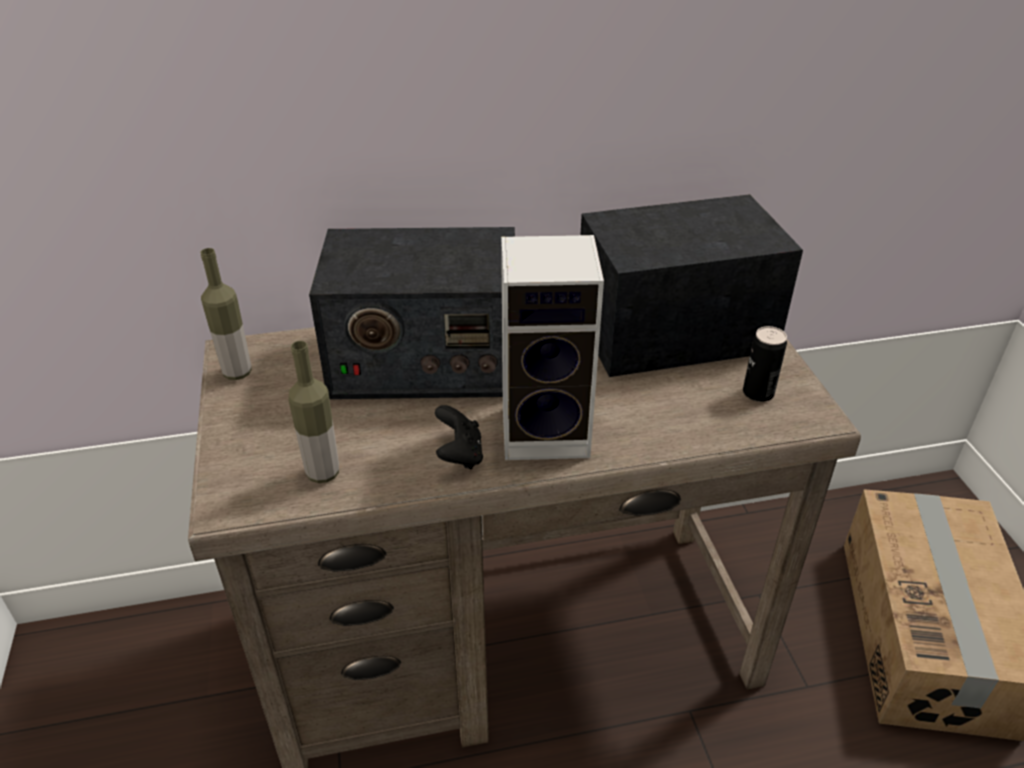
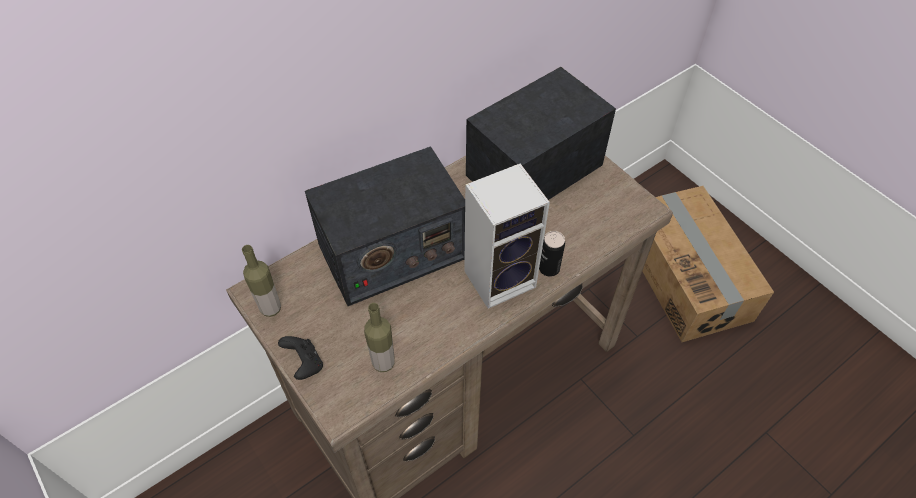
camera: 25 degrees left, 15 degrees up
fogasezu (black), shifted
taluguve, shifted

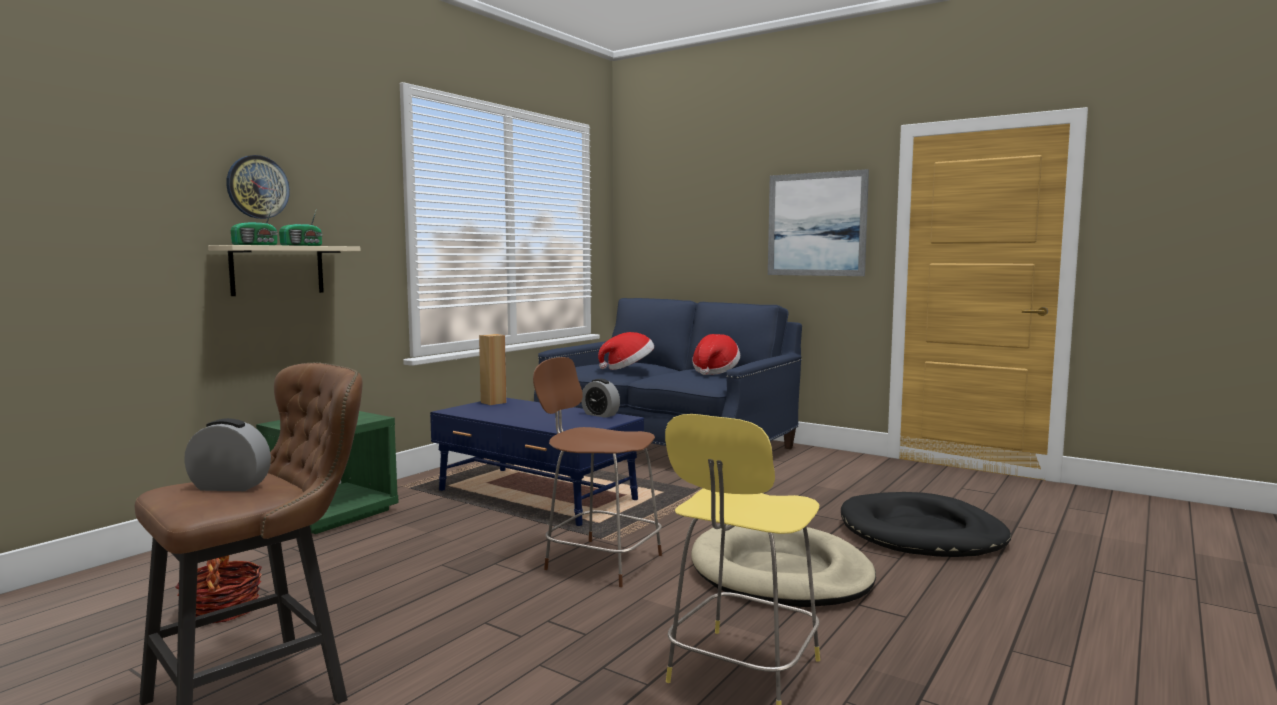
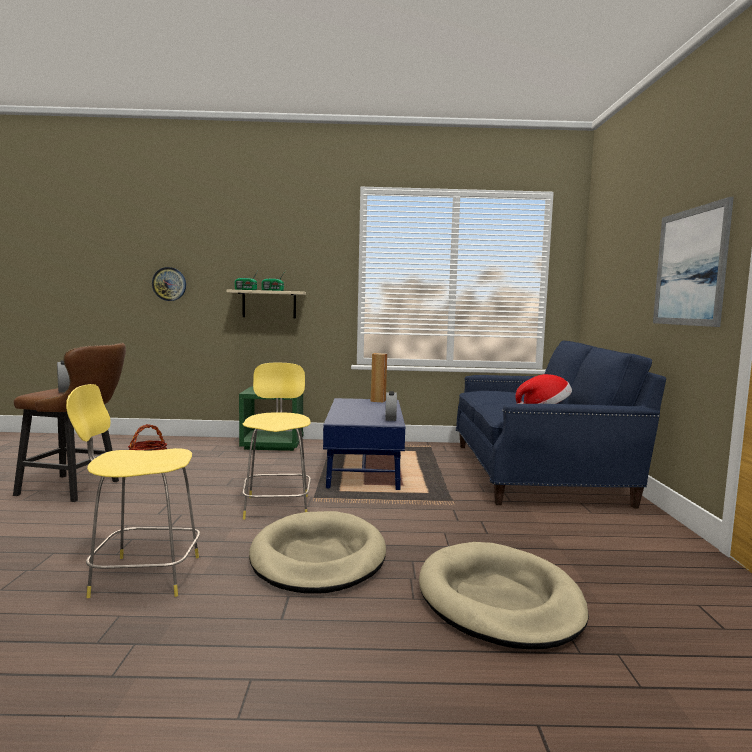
camera: 55 degrees right, 0 degrees up
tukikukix, shifted
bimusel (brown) (no. 2 from left) => bimusel (yellow) (no. 2 from left)
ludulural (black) => ludulural (beige) (no. 2 from left)
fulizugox (no. 1 from left) => nothing

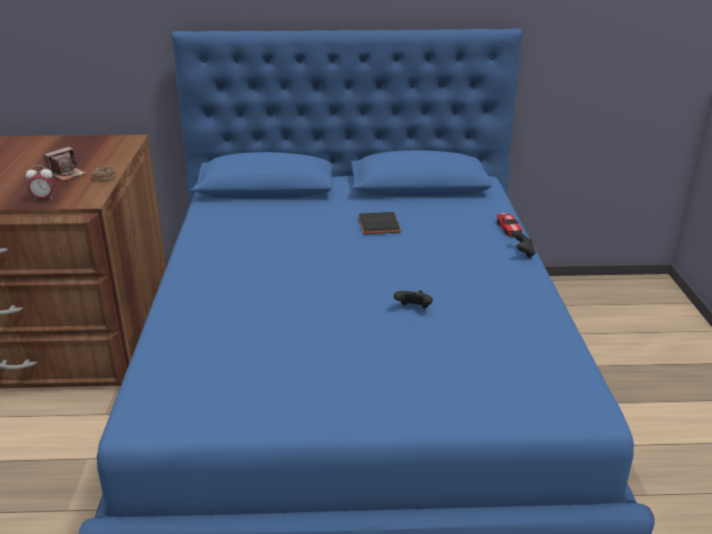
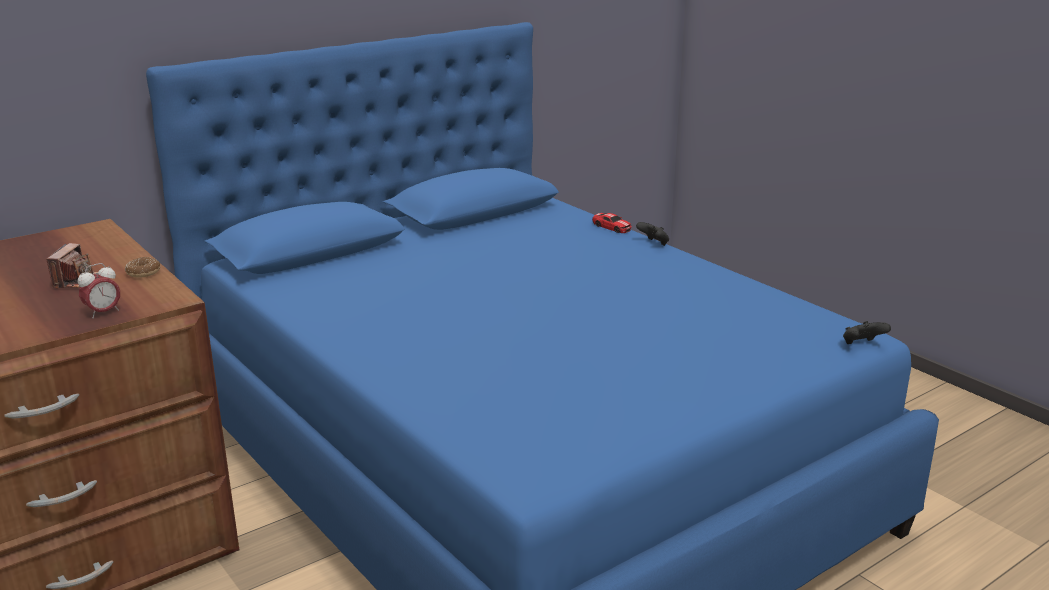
camera: 35 degrees left, 5 degrees down
fogasezu (black) (no. 1 from left in the first image) => fogasezu (black) (no. 2 from left), shifted
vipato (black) => nothing

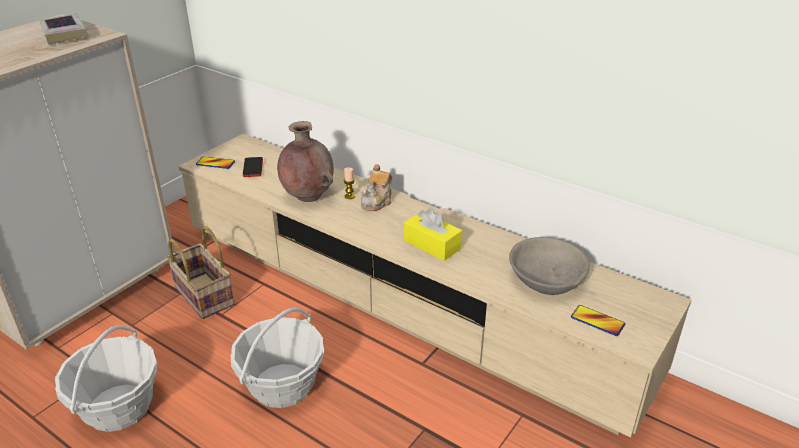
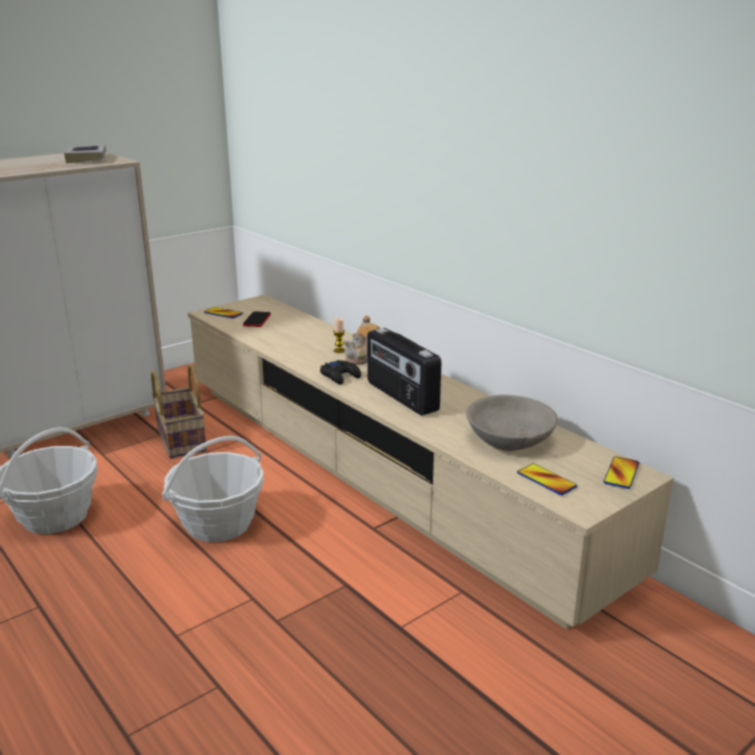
camera: 15 degrees right, 10 degrees down
nothing => fogasezu (black)
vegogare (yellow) => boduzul
nothing => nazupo (no. 4 from left)
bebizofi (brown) => nothing

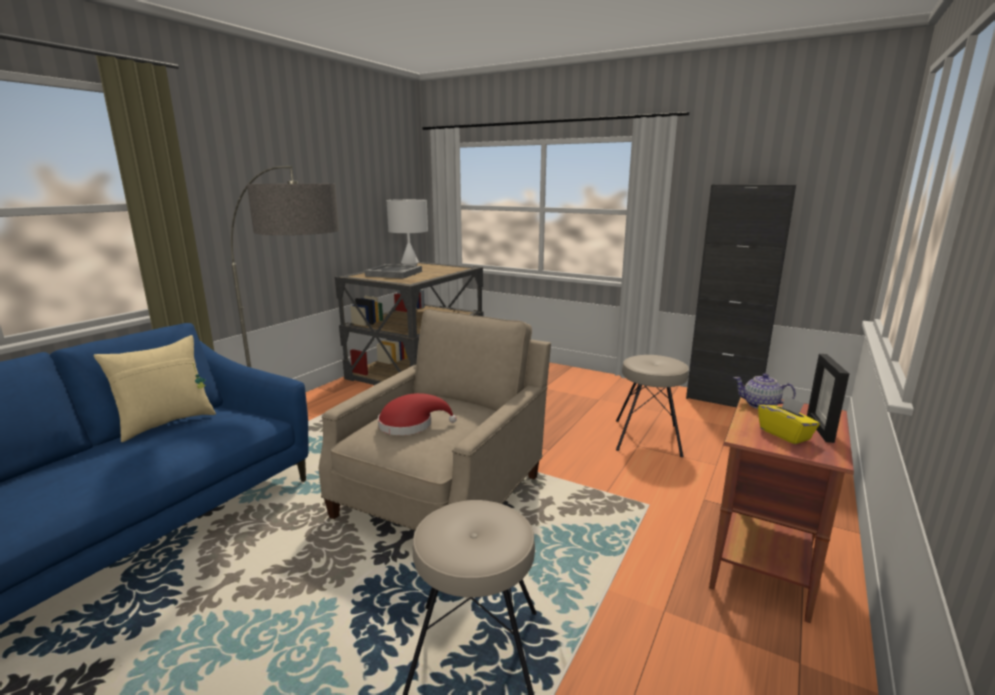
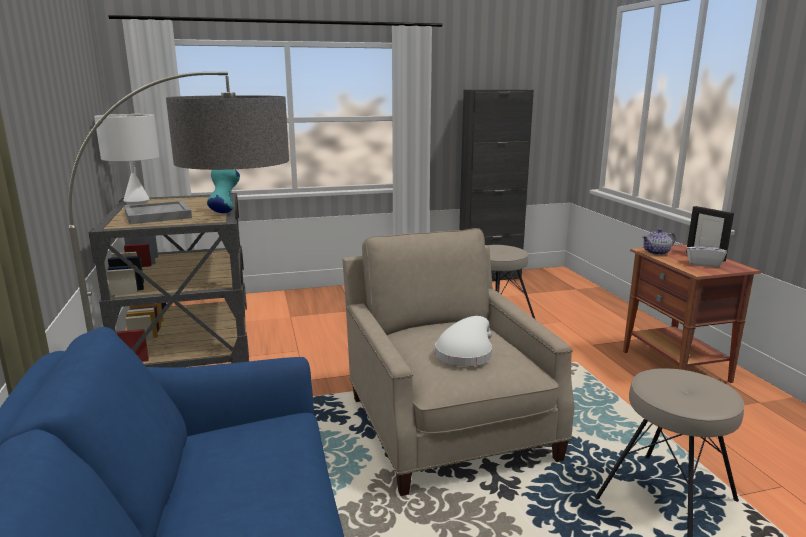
camera: 45 degrees left, 0 degrees up
nothing => bebizofi (turquoise)
fulizugox (red) => fulizugox (white)
vegogare (yellow) => vegogare (white)
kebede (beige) => nothing

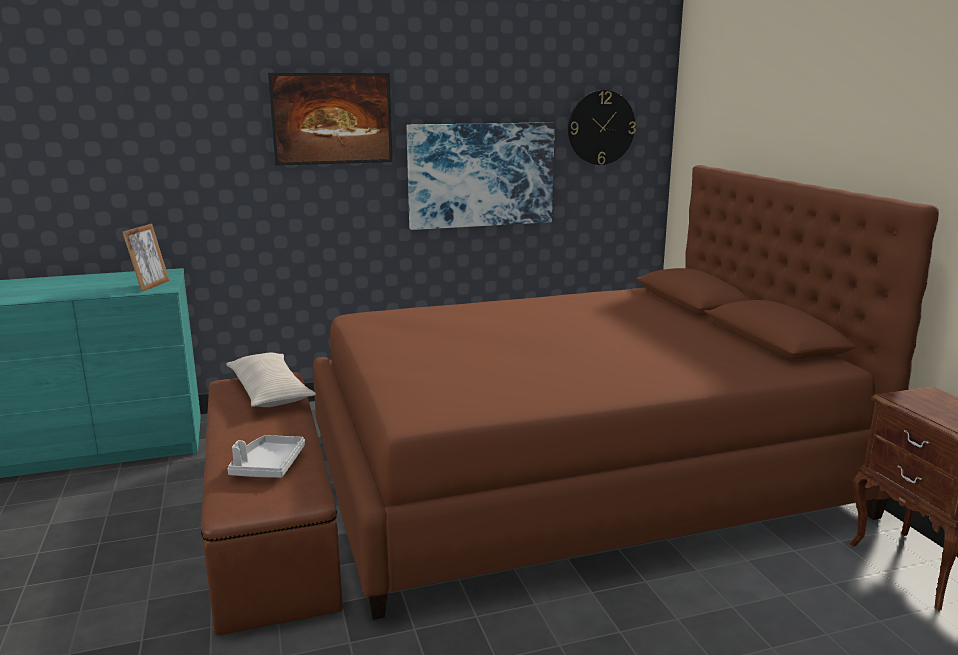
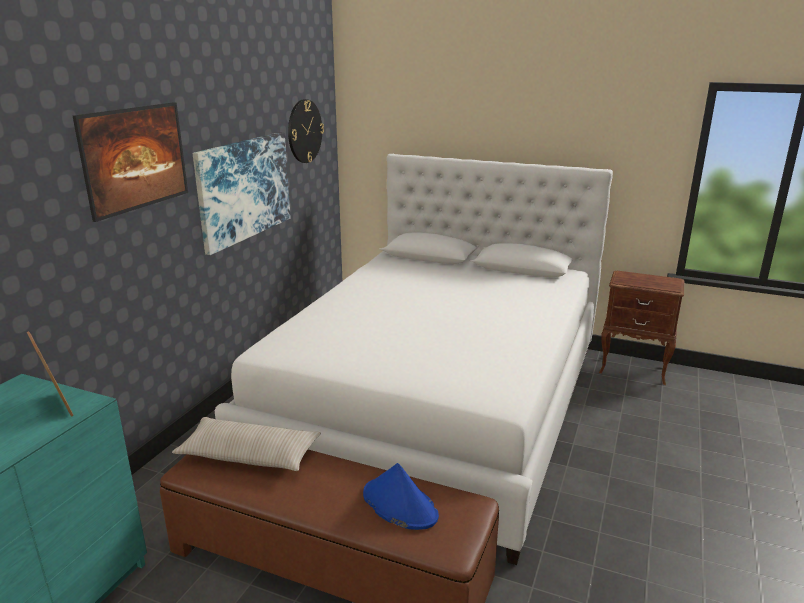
camera: 50 degrees left, 5 degrees up
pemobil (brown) => pemobil (white)
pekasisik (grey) => fulizugox (blue)

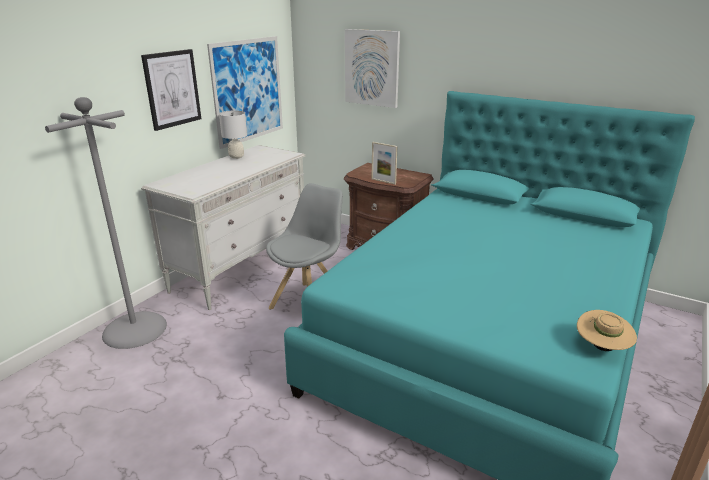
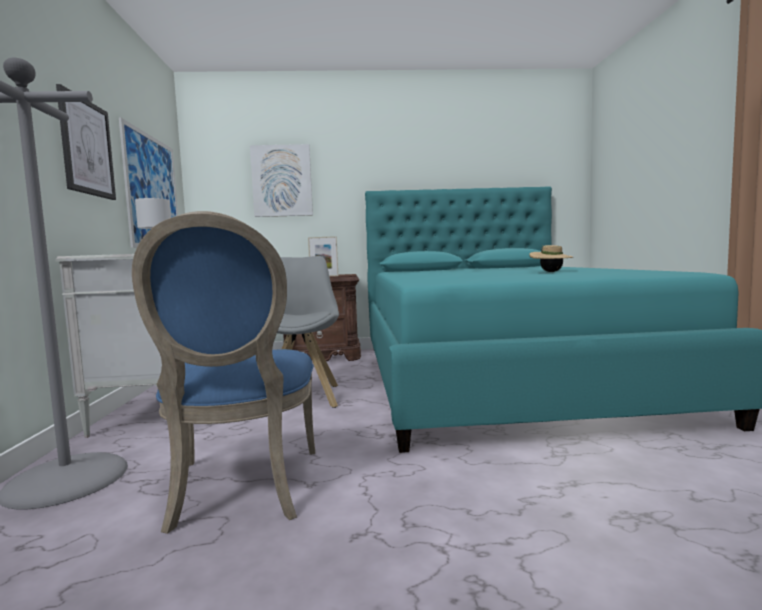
camera: 35 degrees left, 20 degrees down
nothing => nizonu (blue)
fulizugox (beige), shifted

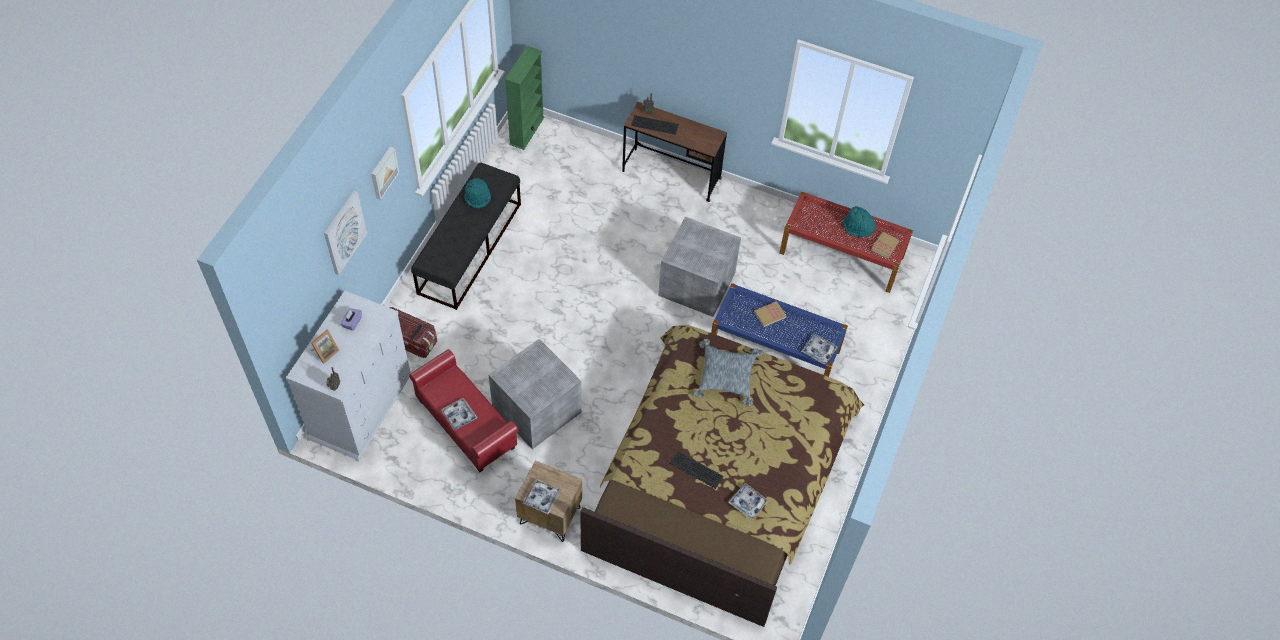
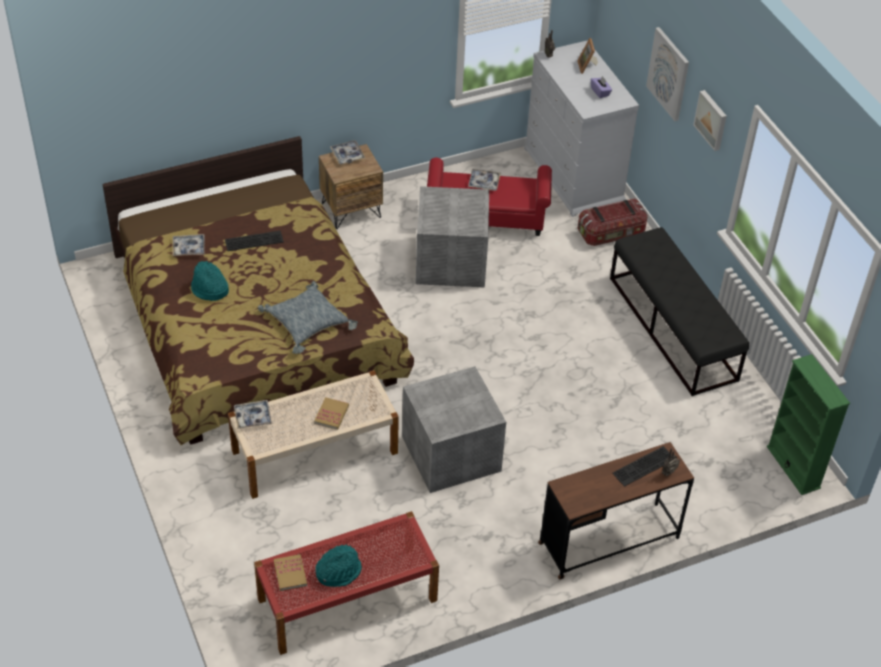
camera: 135 degrees right, 10 degrees down
fulizugox (turquoise) (no. 1 from left), shifted
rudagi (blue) => rudagi (beige)

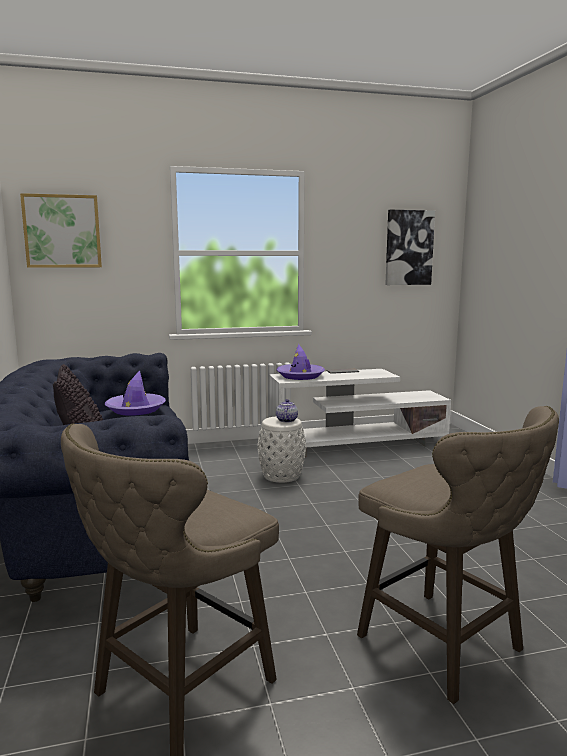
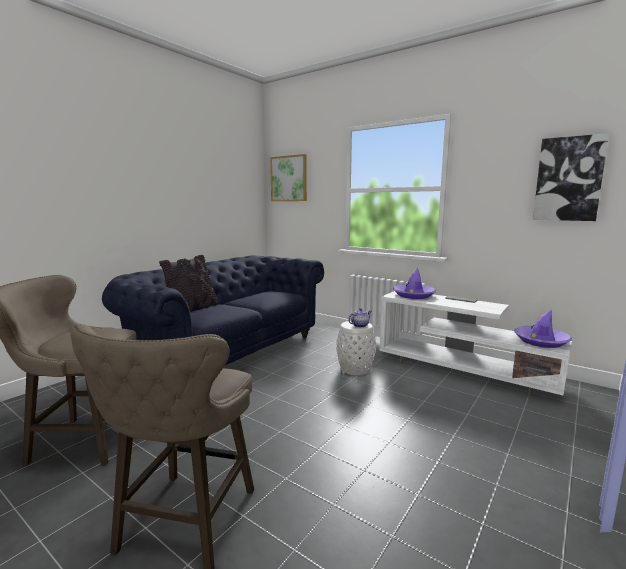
camera: 50 degrees right, 0 degrees up
fulizugox (purple) (no. 1 from left in the first image) => fulizugox (purple) (no. 2 from left), shifted

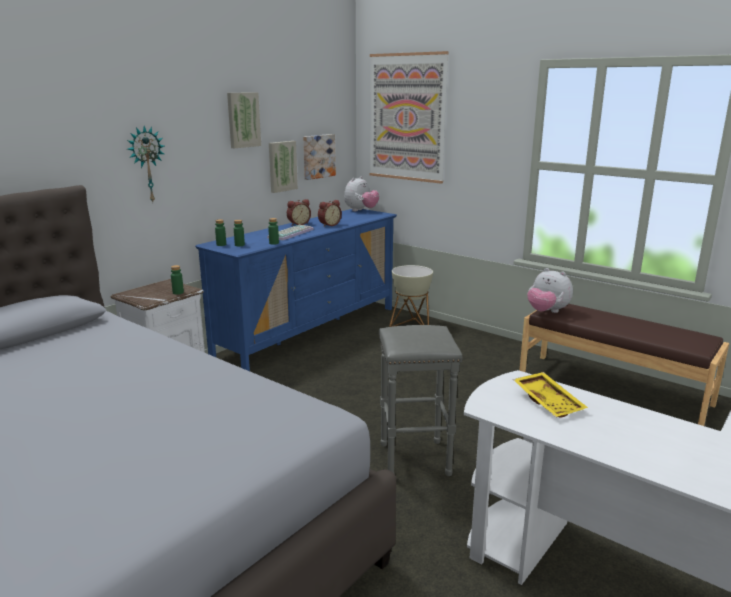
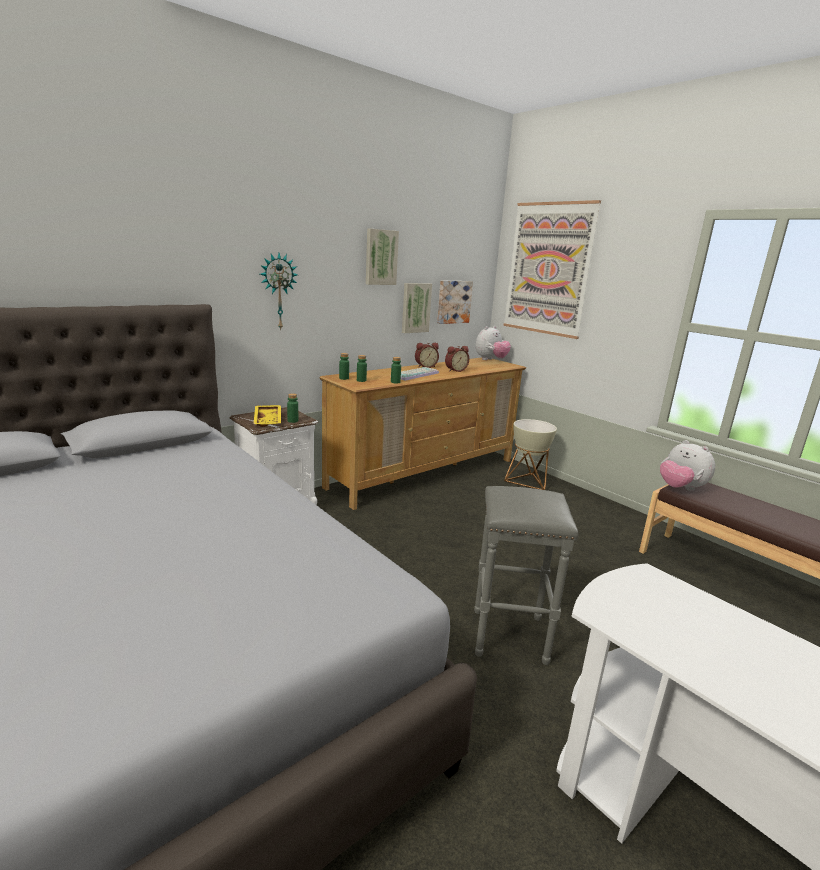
camera: 10 degrees right, 0 degrees up
pekasisik (yellow), shifted
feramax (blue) => feramax (brown)

